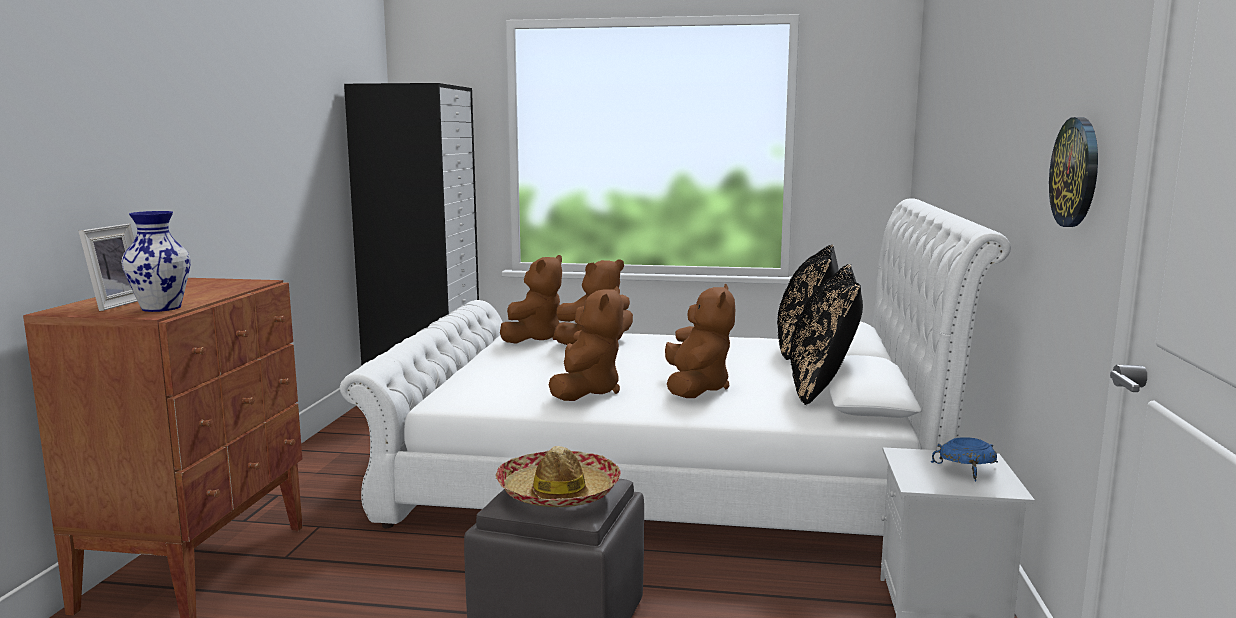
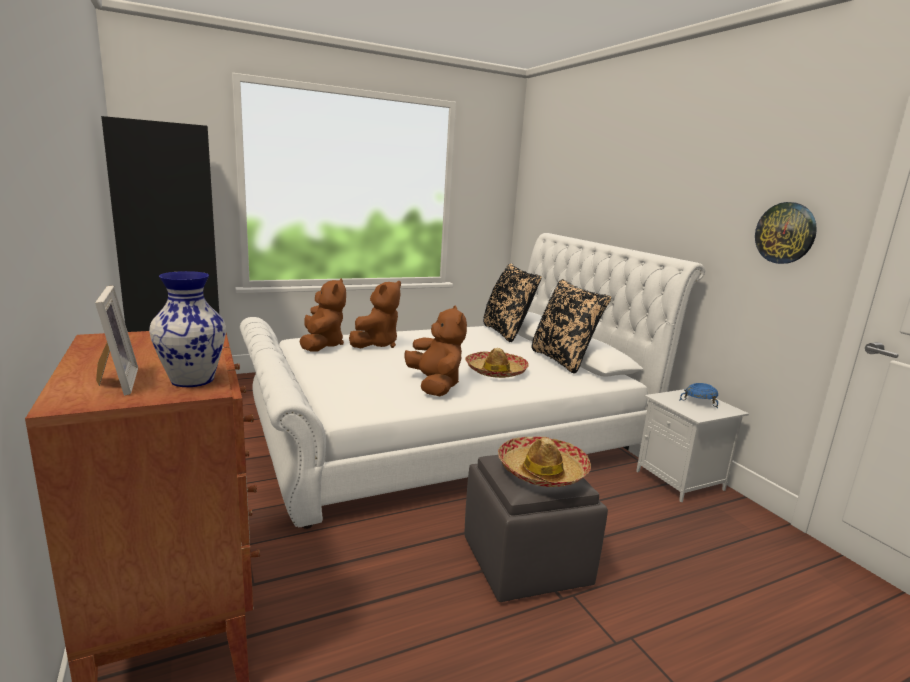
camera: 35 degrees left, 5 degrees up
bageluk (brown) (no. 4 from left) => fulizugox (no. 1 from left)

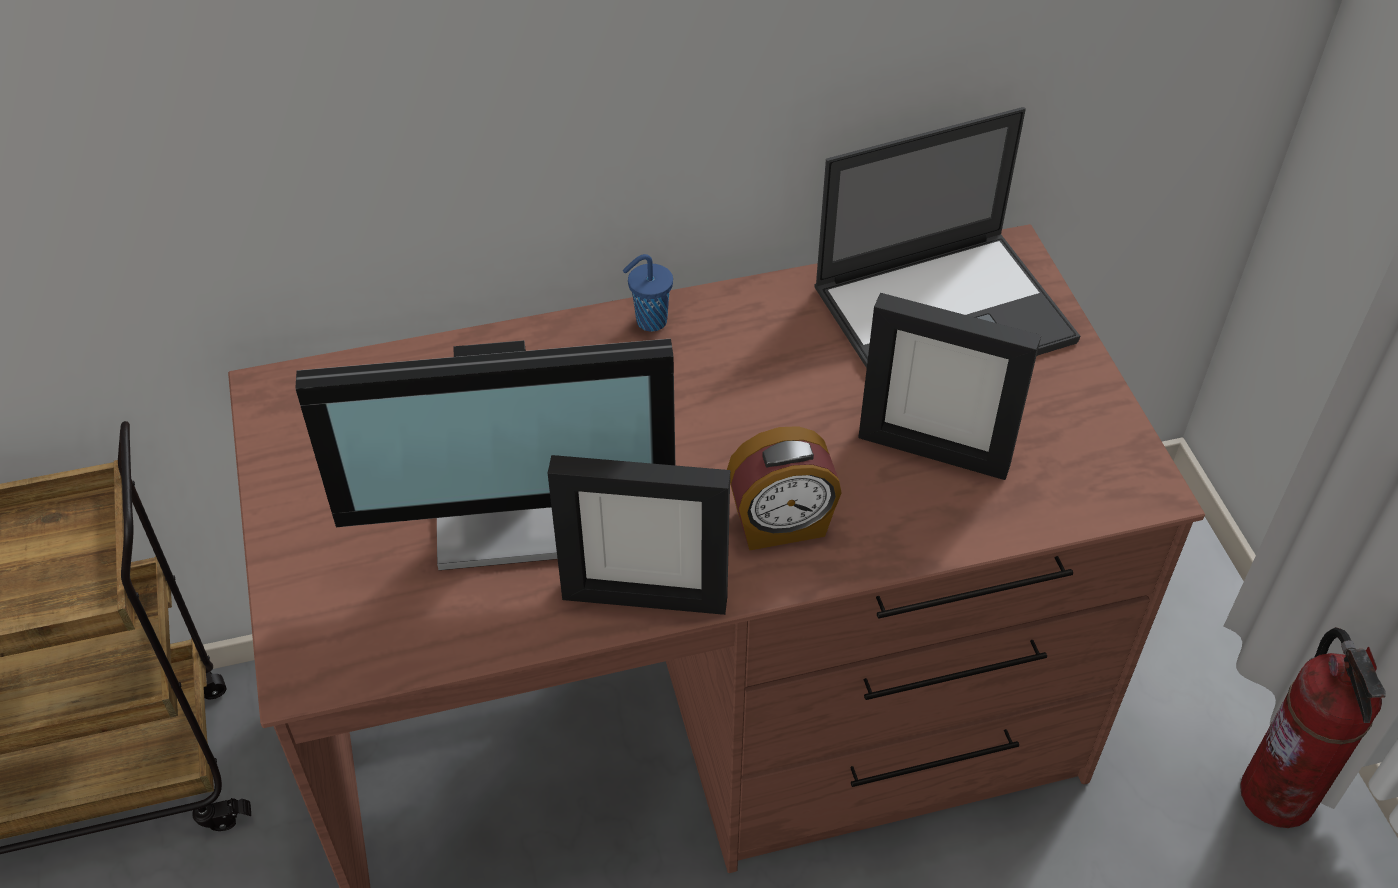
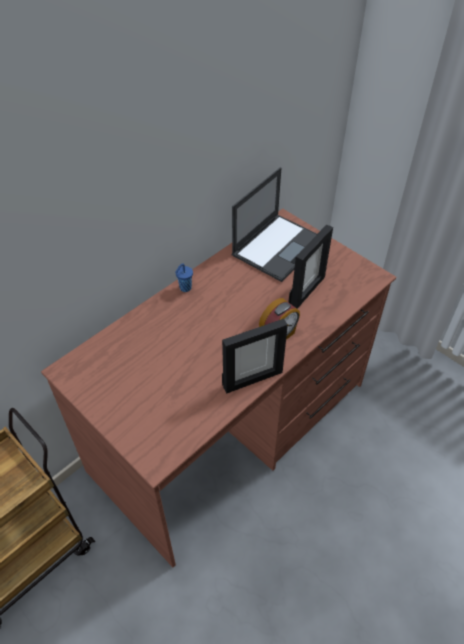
camera: 30 degrees left, 0 degrees up
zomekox (no. 2 from left), 45 degrees counterclockwise
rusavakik => nothing
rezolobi => nothing

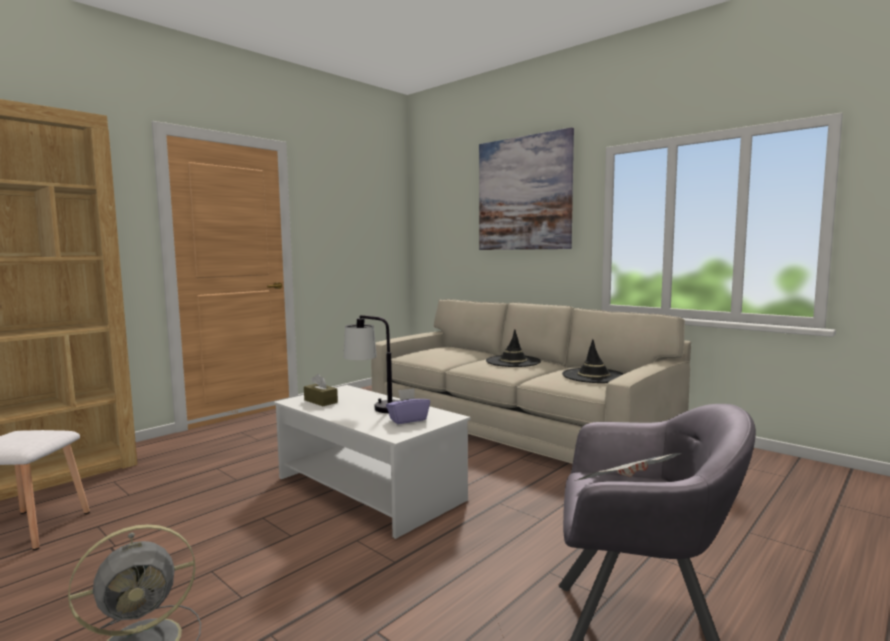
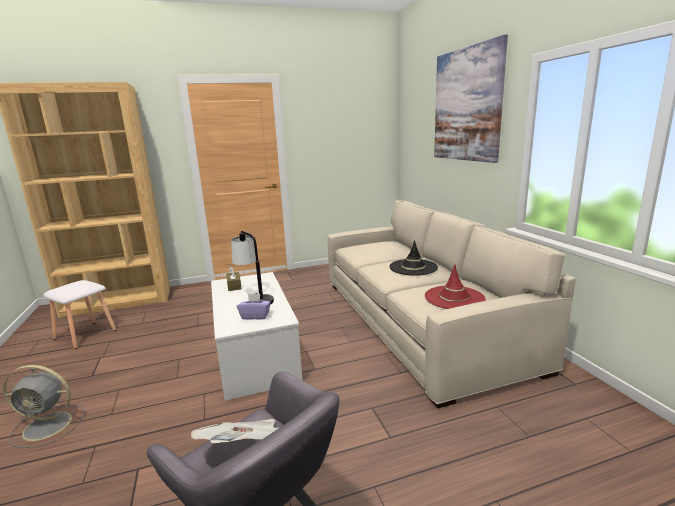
camera: 30 degrees right, 10 degrees up
fulizugox (black) (no. 2 from left) => fulizugox (red)

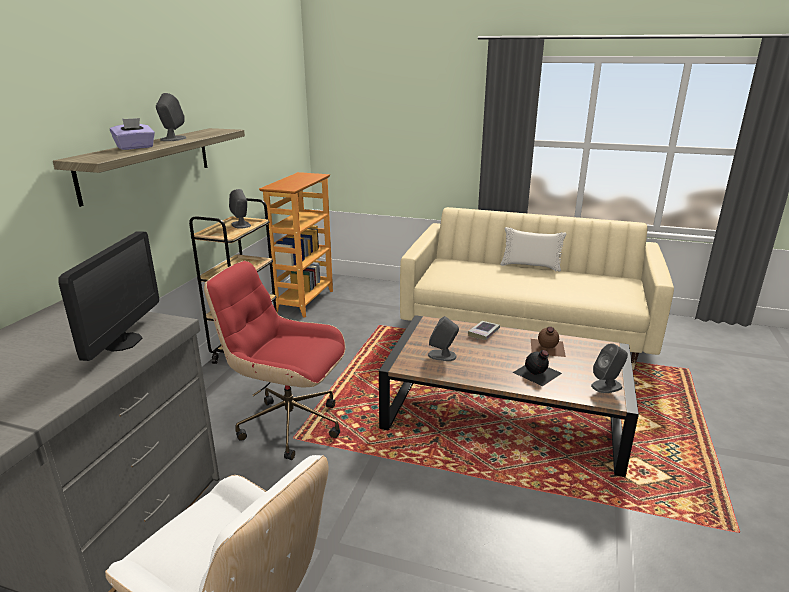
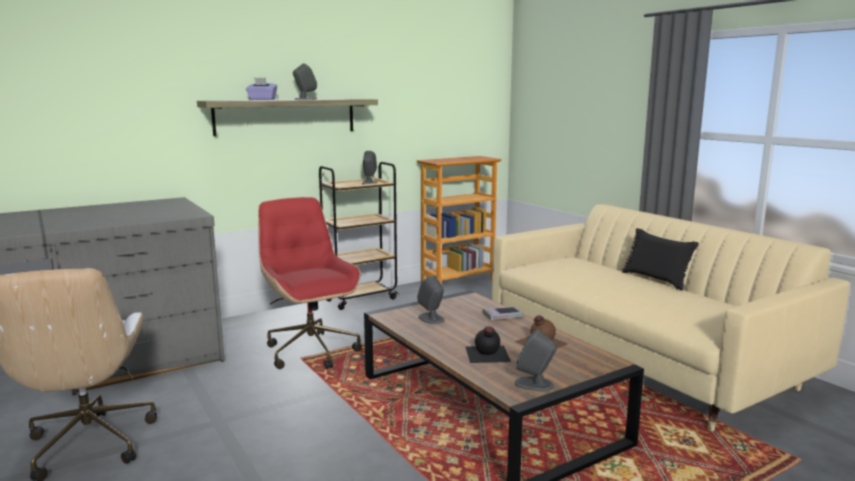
camera: 40 degrees right, 10 degrees down
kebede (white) => kebede (black)
rusavakik => nothing

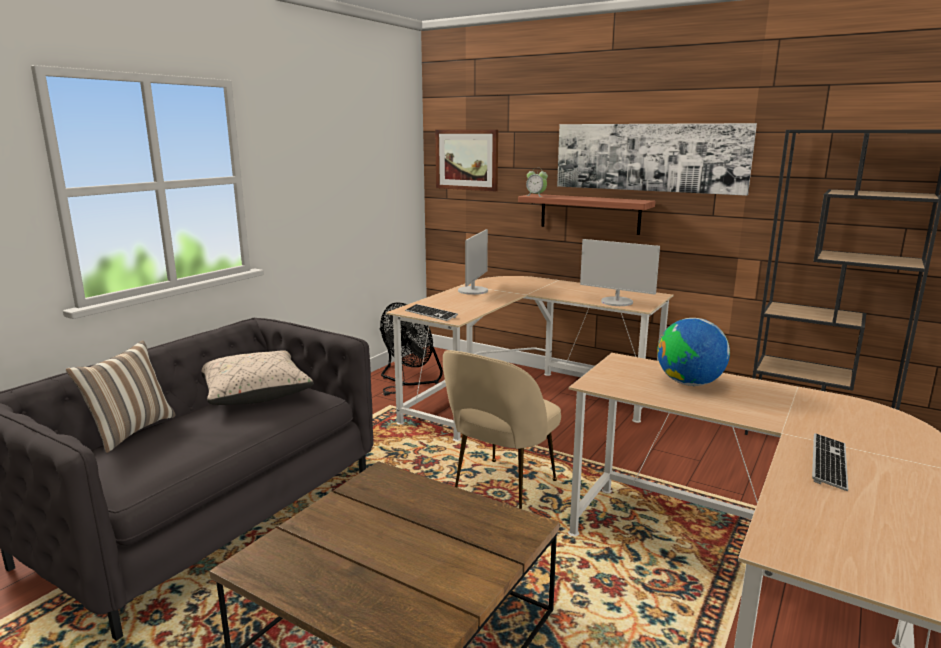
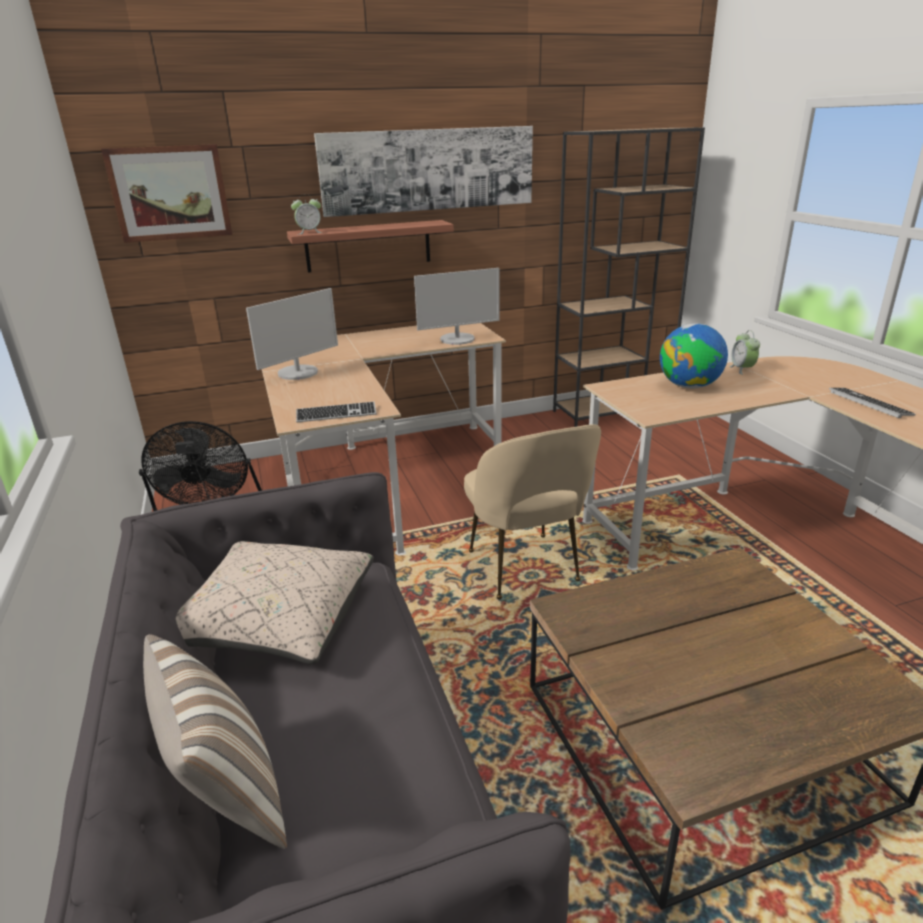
camera: 50 degrees left, 10 degrees up
rusavakik (no. 1 from left), 75 degrees clockwise
nothing => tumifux (no. 2 from left)

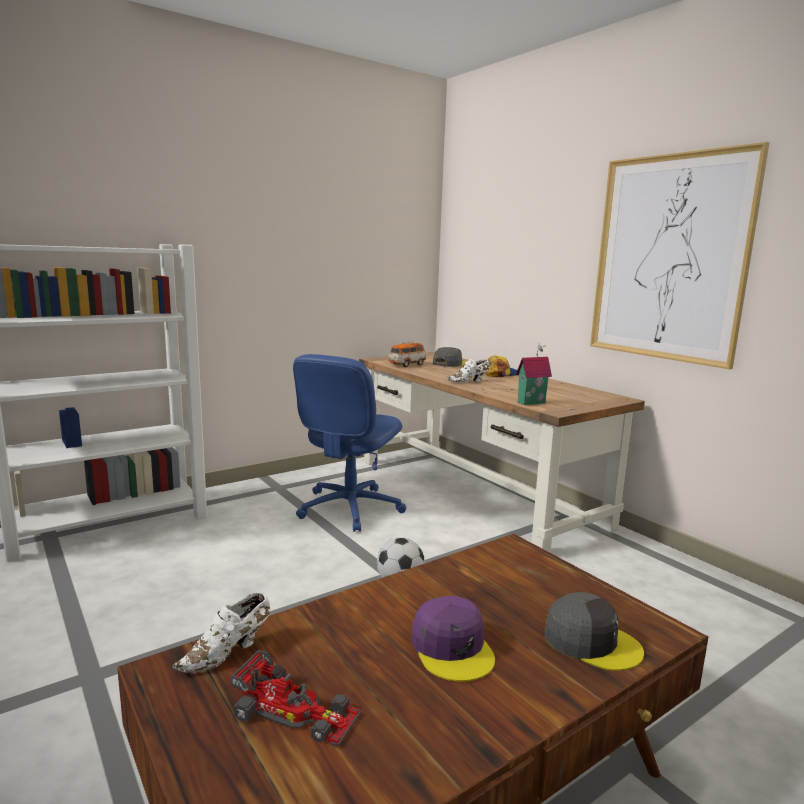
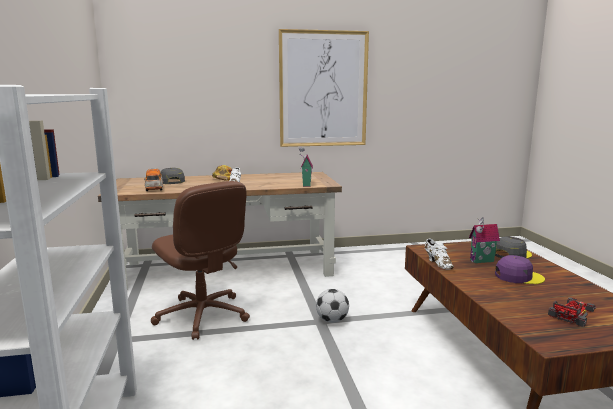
camera: 65 degrees left, 0 degrees up
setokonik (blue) => setokonik (brown)
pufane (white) (no. 1 from left in the first image) => pufane (white) (no. 2 from left), shifted
nothing => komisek (no. 2 from left)

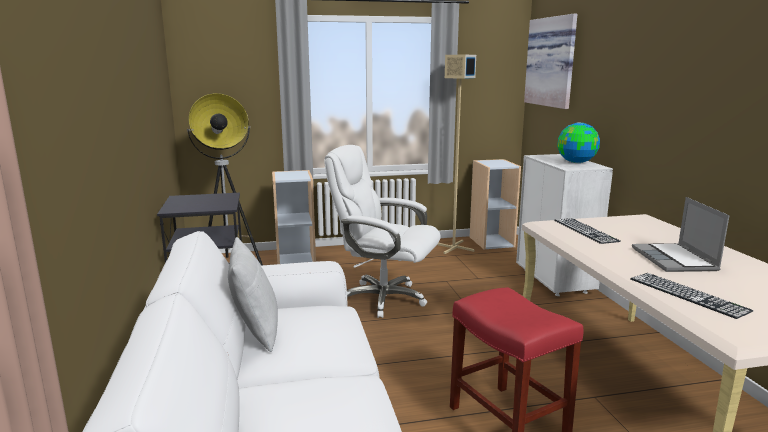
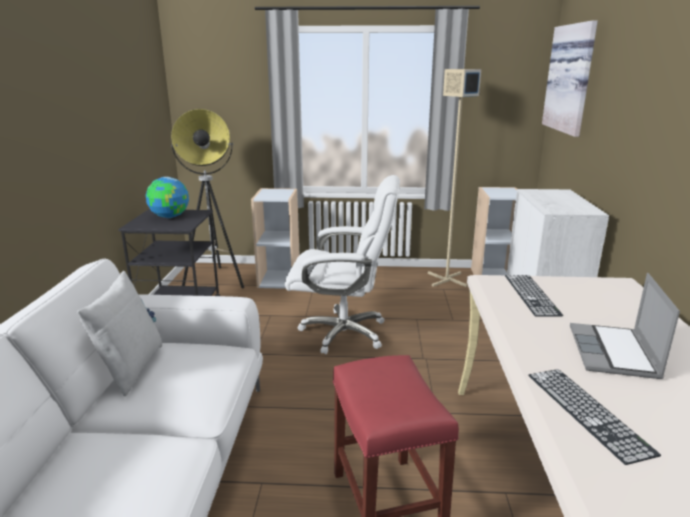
camera: 15 degrees right, 5 degrees up
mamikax, shifted
setokonik (white), 150 degrees clockwise

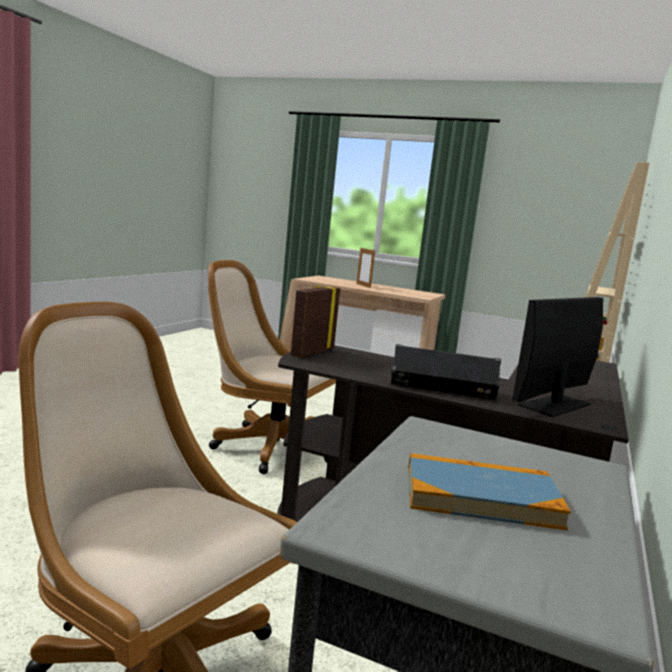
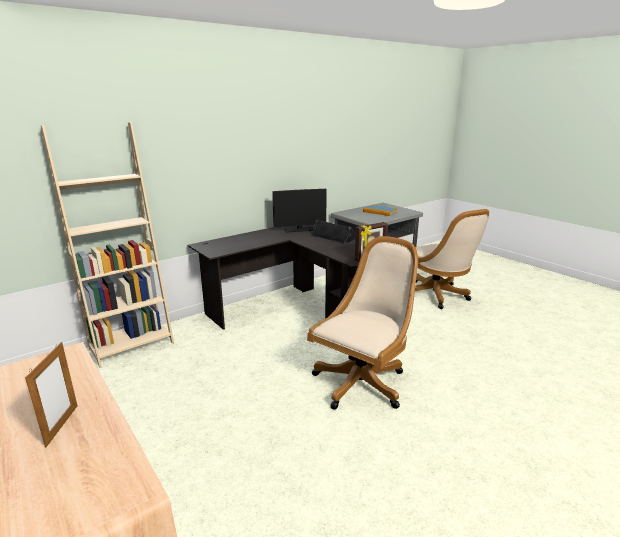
camera: 150 degrees left, 10 degrees up
setokonik (no. 2 from left in the first image) => setokonik (no. 1 from left), 105 degrees counterclockwise

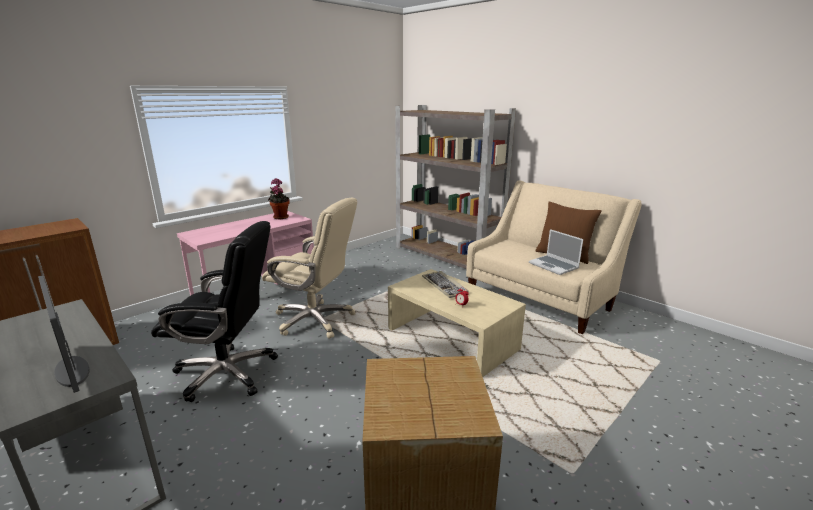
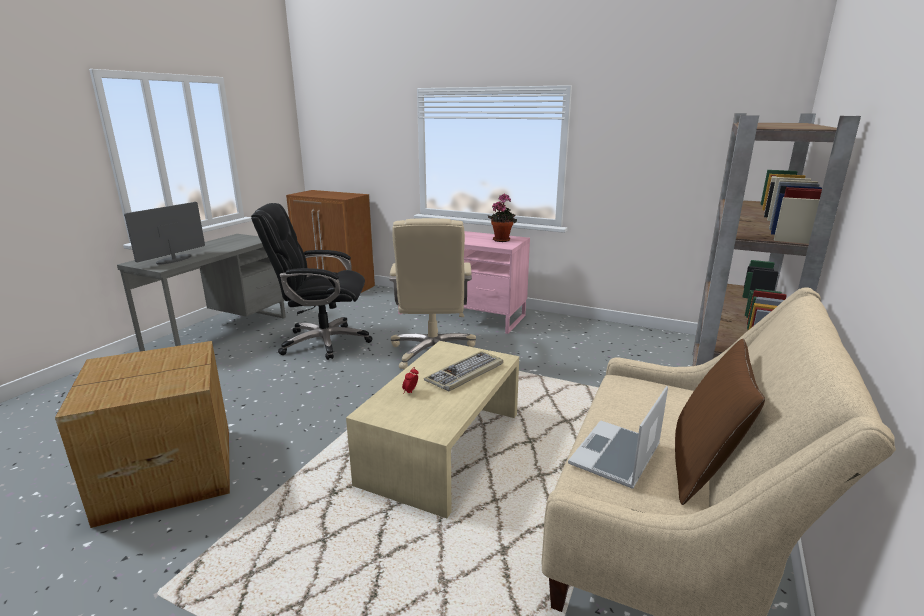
camera: 70 degrees right, 0 degrees up
setokonik (black), 105 degrees clockwise

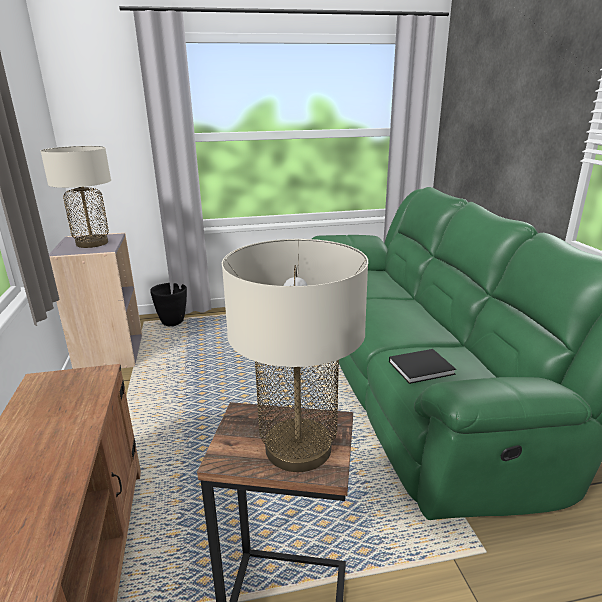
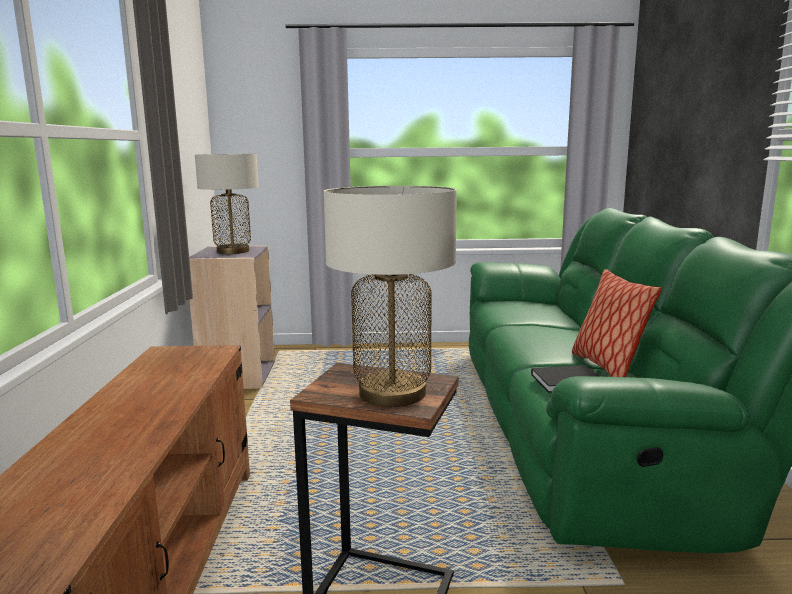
camera: 10 degrees right, 10 degrees down
nothing => kebede
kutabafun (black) => nothing

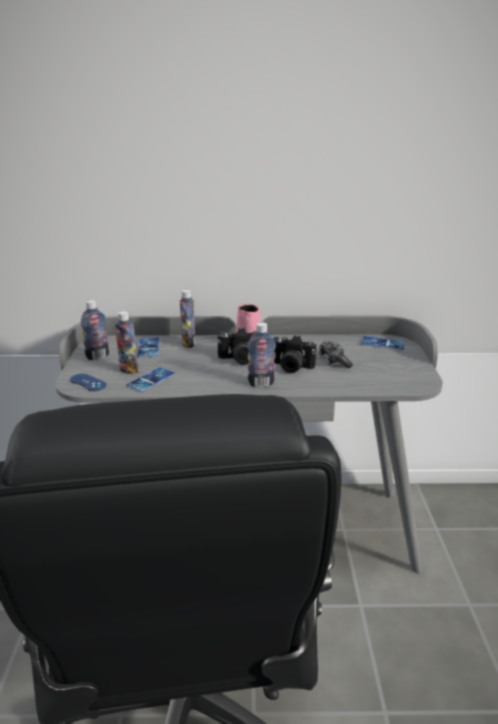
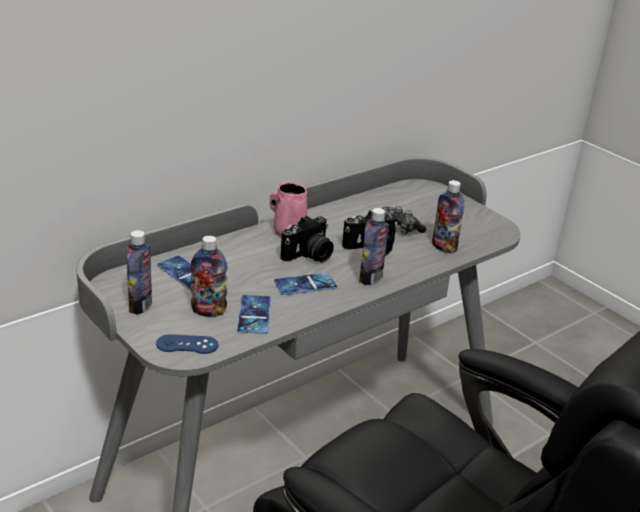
camera: 40 degrees left, 5 degrees up
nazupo (no. 3 from left), shifted
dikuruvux (no. 3 from left in the first image) => dikuruvux (no. 4 from left), shifted

